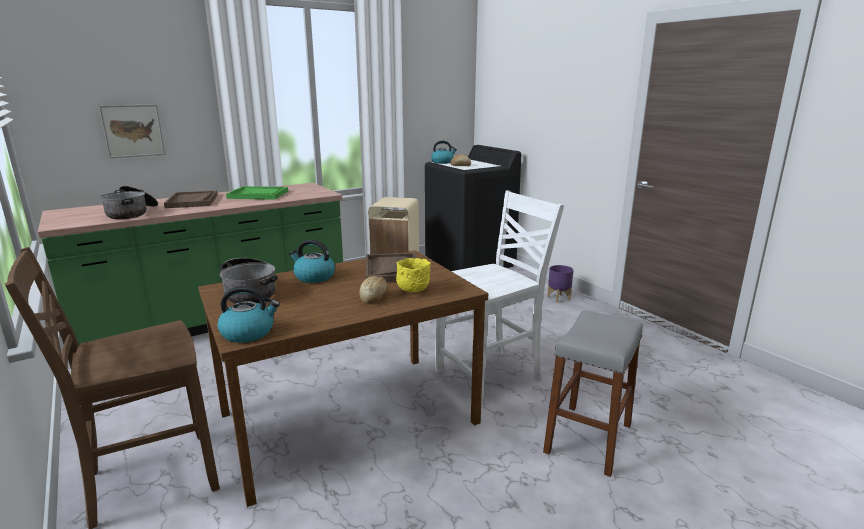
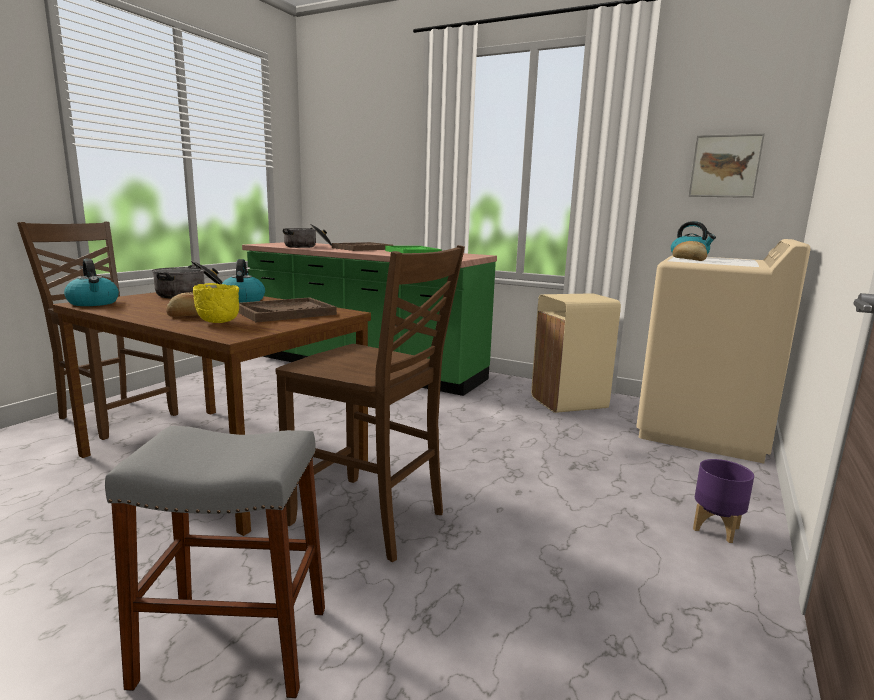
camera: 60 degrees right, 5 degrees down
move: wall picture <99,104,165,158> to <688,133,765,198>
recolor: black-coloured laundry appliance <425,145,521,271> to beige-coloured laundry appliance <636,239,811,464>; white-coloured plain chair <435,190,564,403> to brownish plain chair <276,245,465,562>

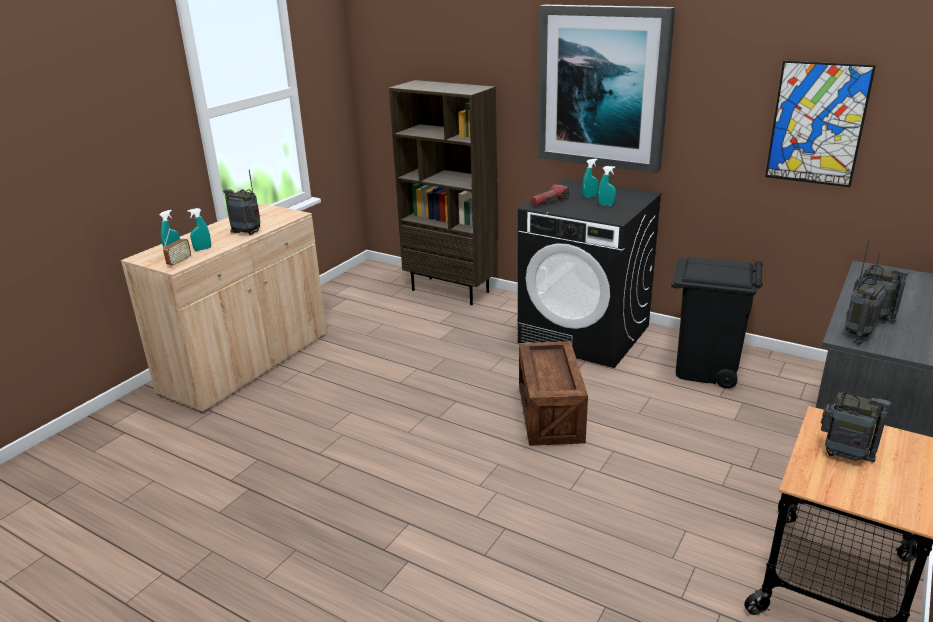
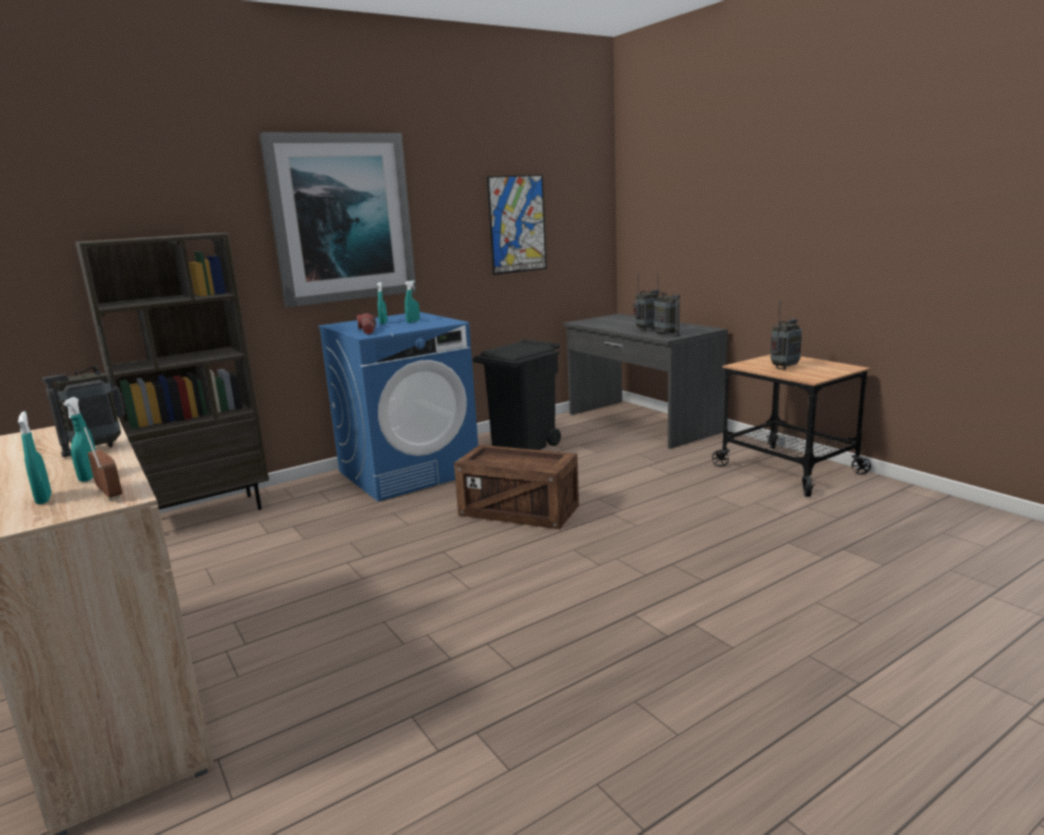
camera: 65 degrees left, 10 degrees down
recolor: black-coloured laundry appliance <518,179,662,368> to blue-coloured laundry appliance <318,312,478,501>

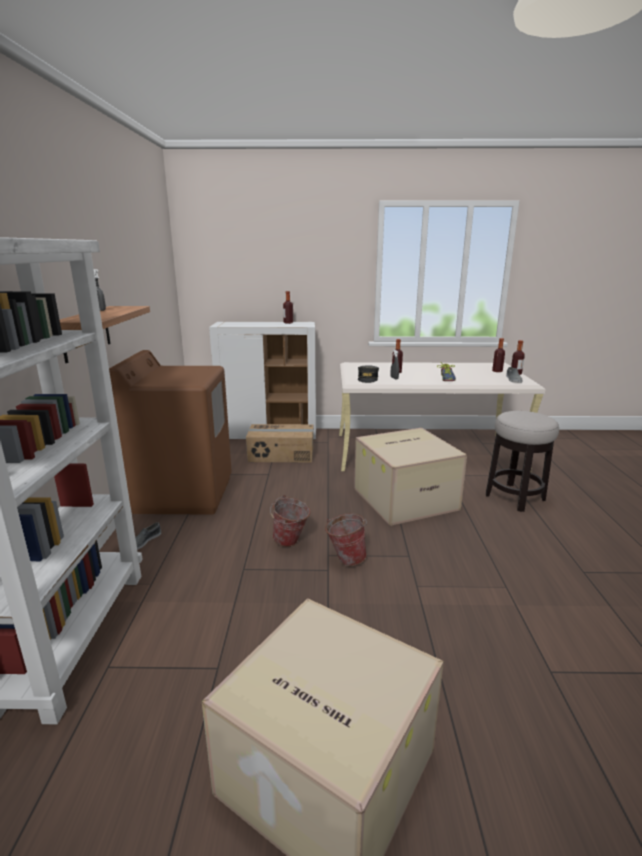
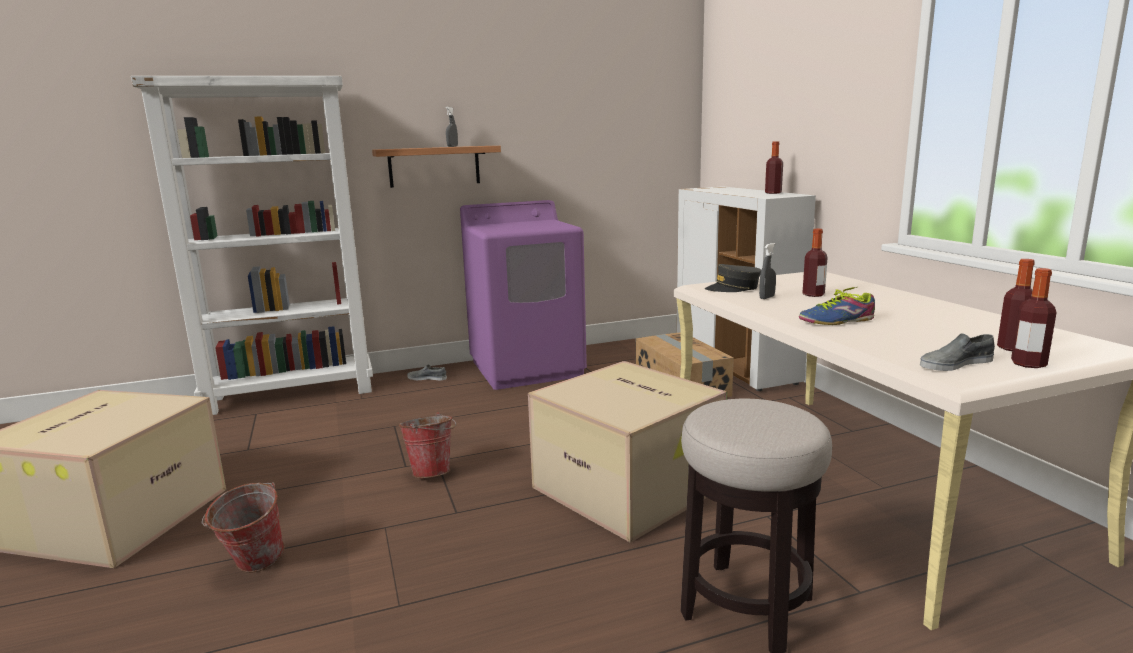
camera: 70 degrees right, 5 degrees down
move: water bucket <270,495,310,547> to <202,482,285,572>
recolor: brownish laundry appliance <109,350,232,515> to purple laundry appliance <460,200,587,390>

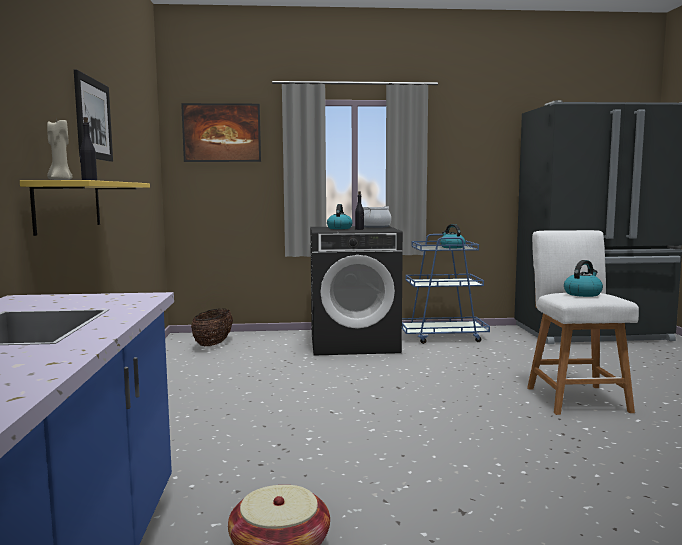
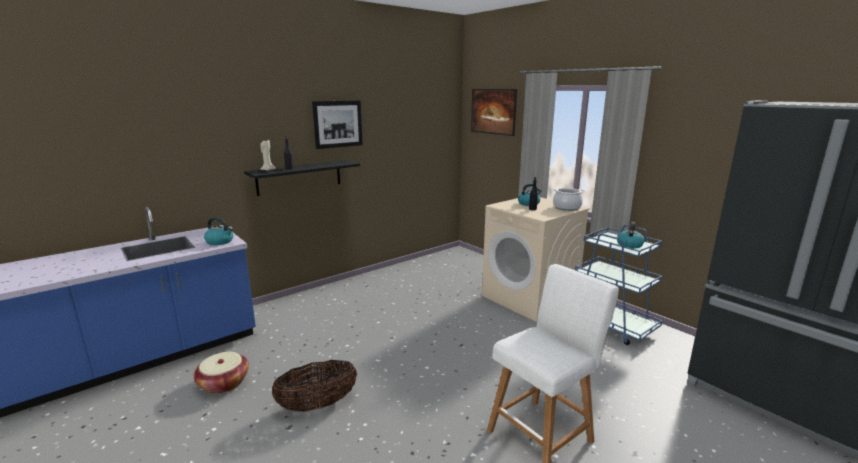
camera: 55 degrees right, 10 degrees up
move: water kettle <564,260,603,297> to <204,217,233,245>; storage basket <191,308,233,347> to <272,360,357,412>
recolor: yellow-coloured wall shelf <20,180,150,236> to black-coloured wall shelf <244,160,360,196>; black-coloured laundry appliance <310,226,403,355> to beige-coloured laundry appliance <482,197,590,322>

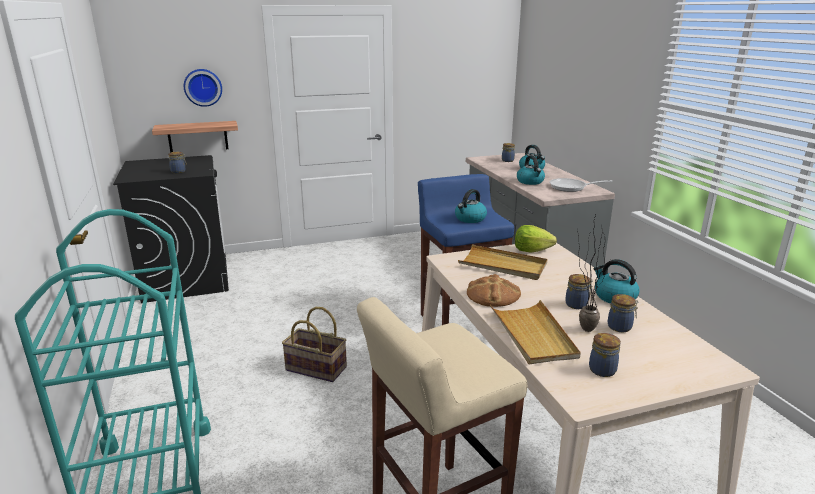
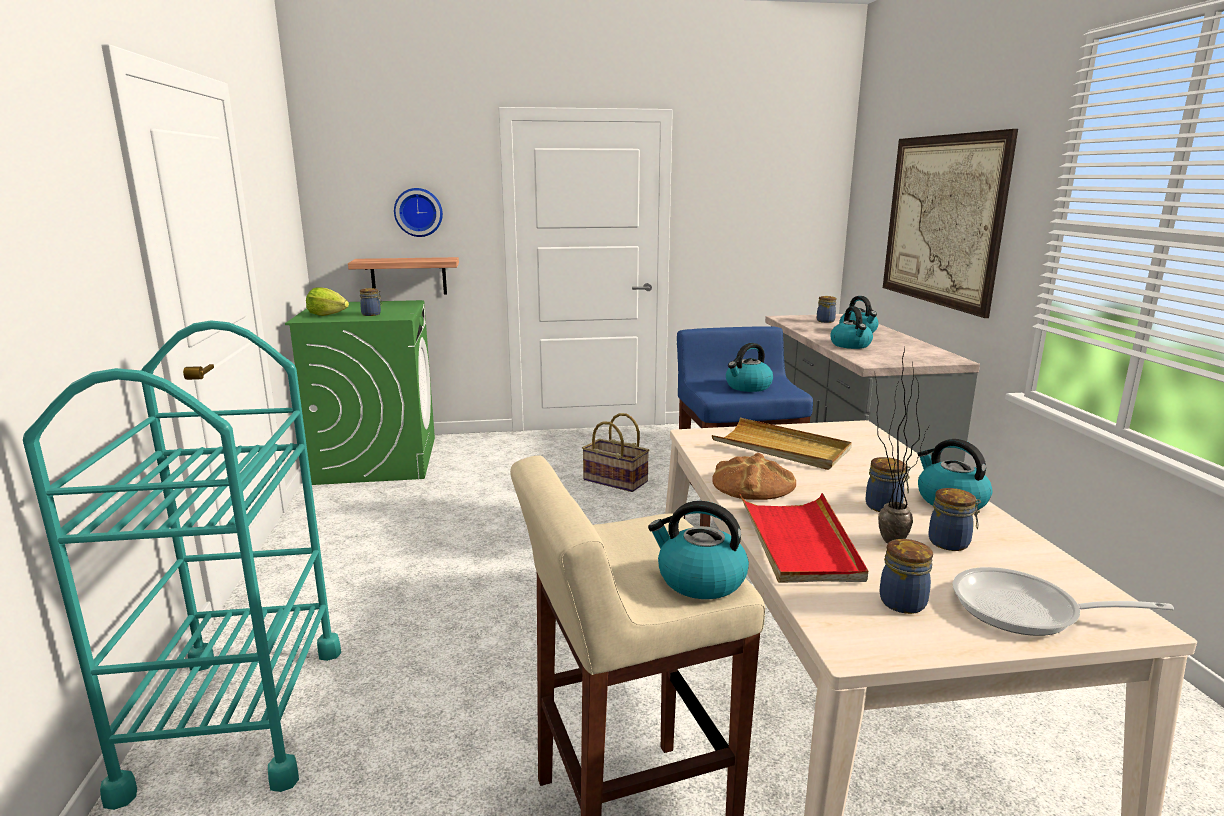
camera: 10 degrees right, 5 degrees down
insert: wall picture <883,129,1018,318>; water kettle <648,501,749,599>
move: frying pan <549,178,612,192> to <953,567,1174,636>; lettuce <515,225,557,253> to <306,287,349,316>; storage basket <282,307,347,382> to <582,413,650,492>
recolor: black-coloured laundry appliance <113,155,229,303> to green-coloured laundry appliance <285,300,435,485>; beige-coloured tray <490,300,581,364> to reddish tray <740,493,868,583>

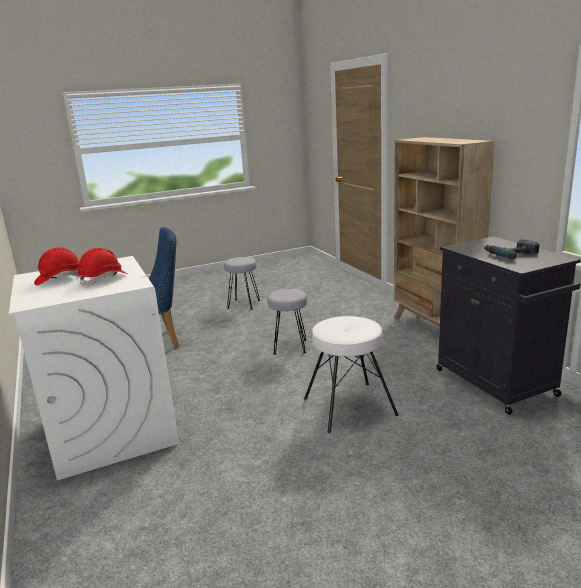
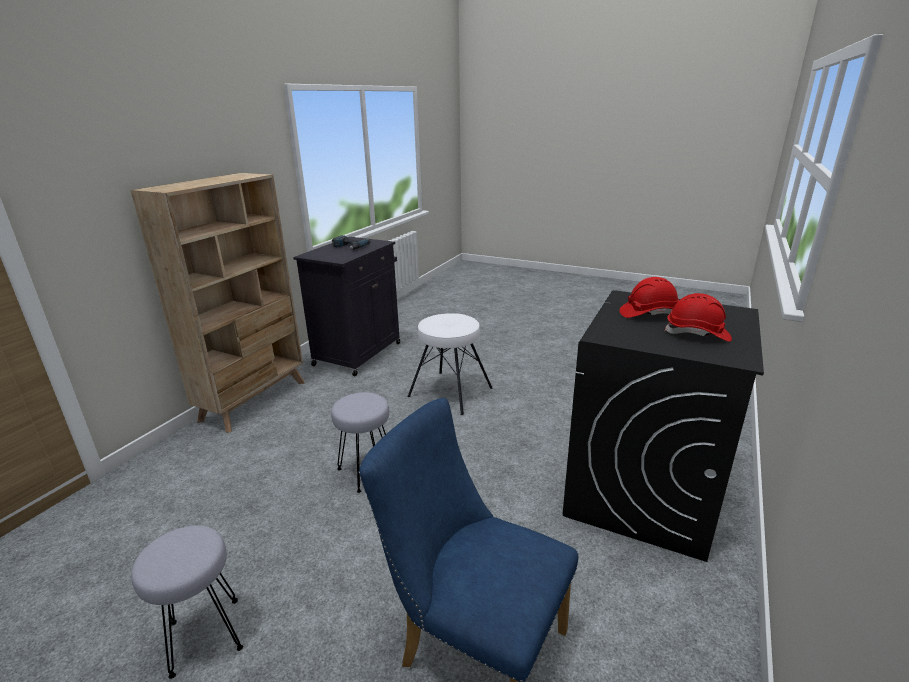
camera: 130 degrees left, 5 degrees up
recolor: white-coloured laundry appliance <9,256,179,480> to black-coloured laundry appliance <563,290,764,562>

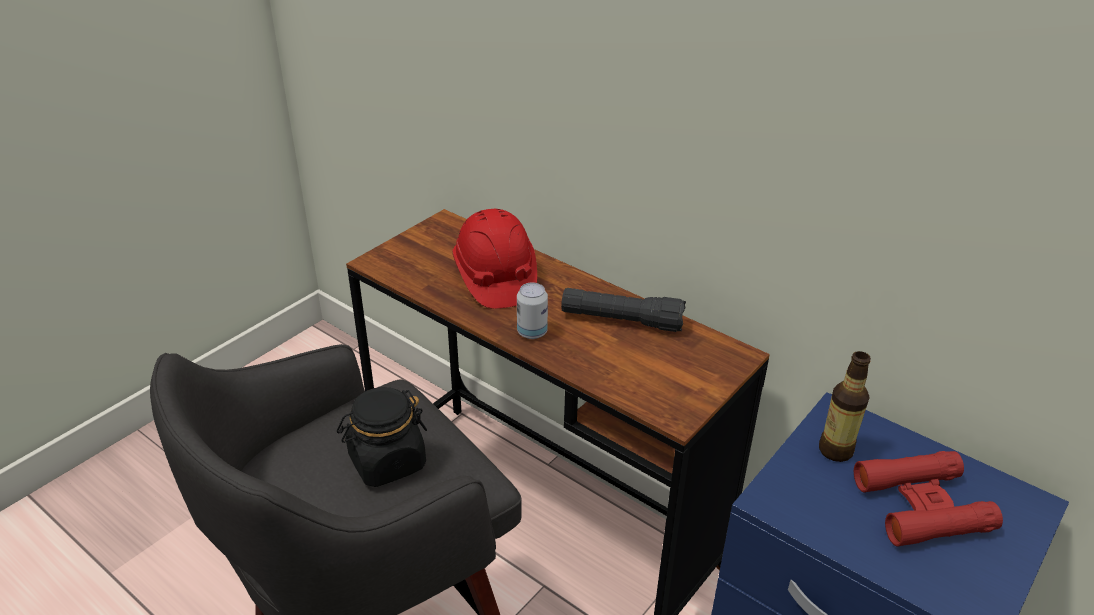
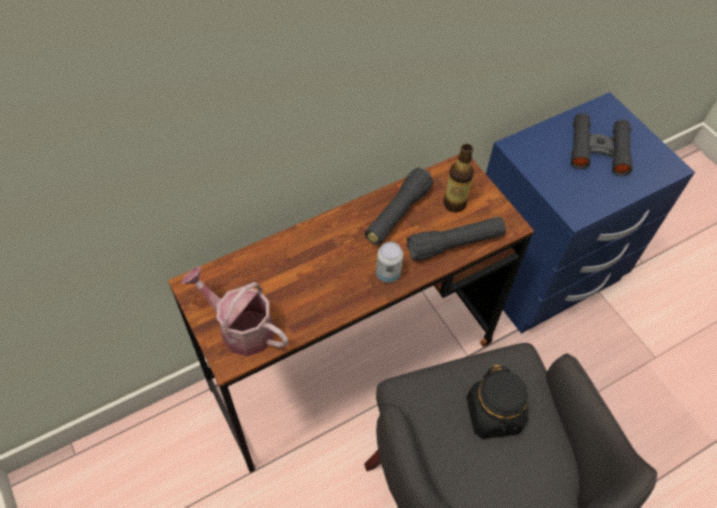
camera: 70 degrees left, 20 degrees up
delete: reddish hard hat <453,209,537,309>
insert: black-coloured flashlight <407,217,506,261>; watering pot <182,266,288,356>
move: bottle <819,351,871,462> to <443,144,474,212>
recolor: reddish binoculars <854,451,1003,547> to black-coloured binoculars <571,113,632,176>

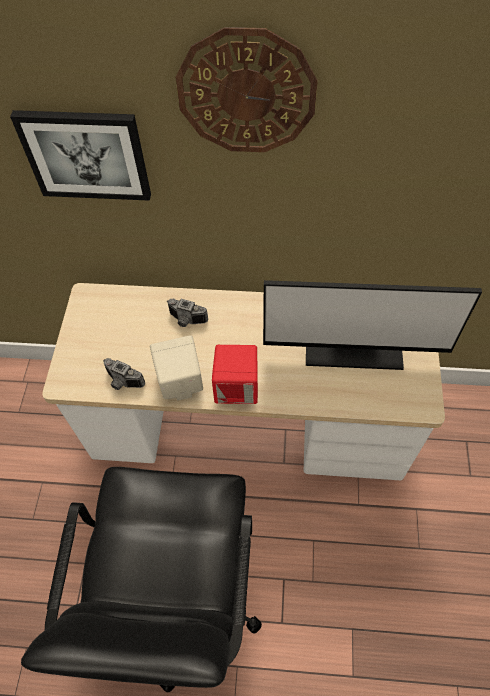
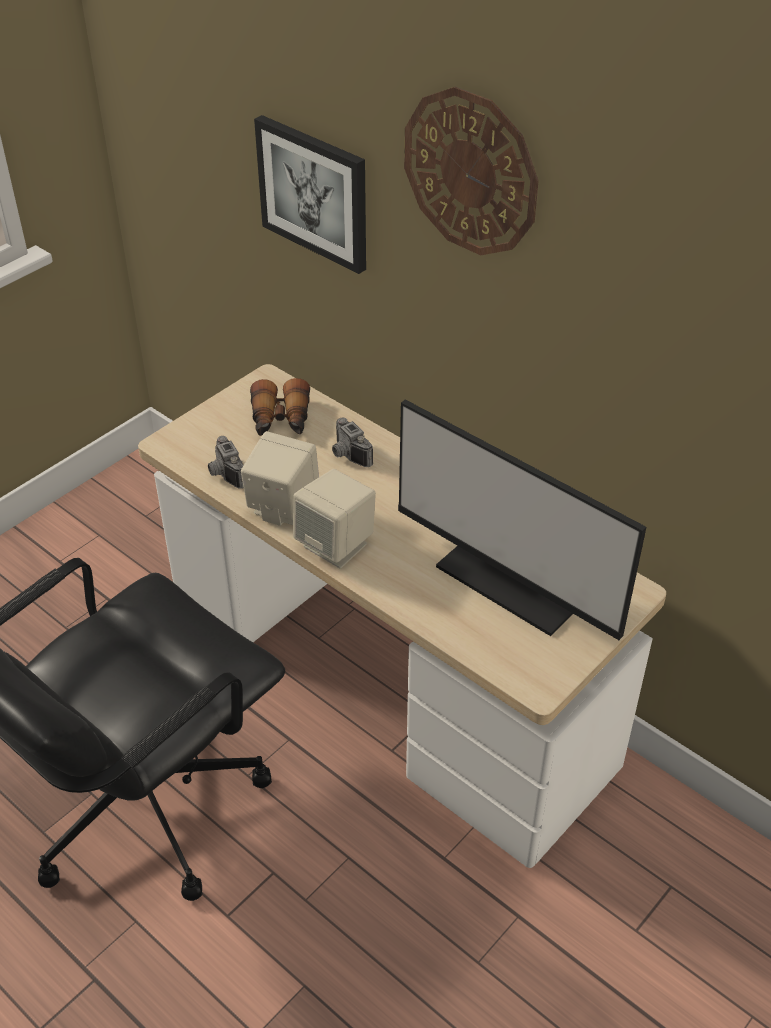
camera: 35 degrees right, 15 degrees down
insert: binoculars <250,378,310,436>
recolor: reddish loudspeaker <212,345,258,404> to beige-coloured loudspeaker <293,469,376,568>

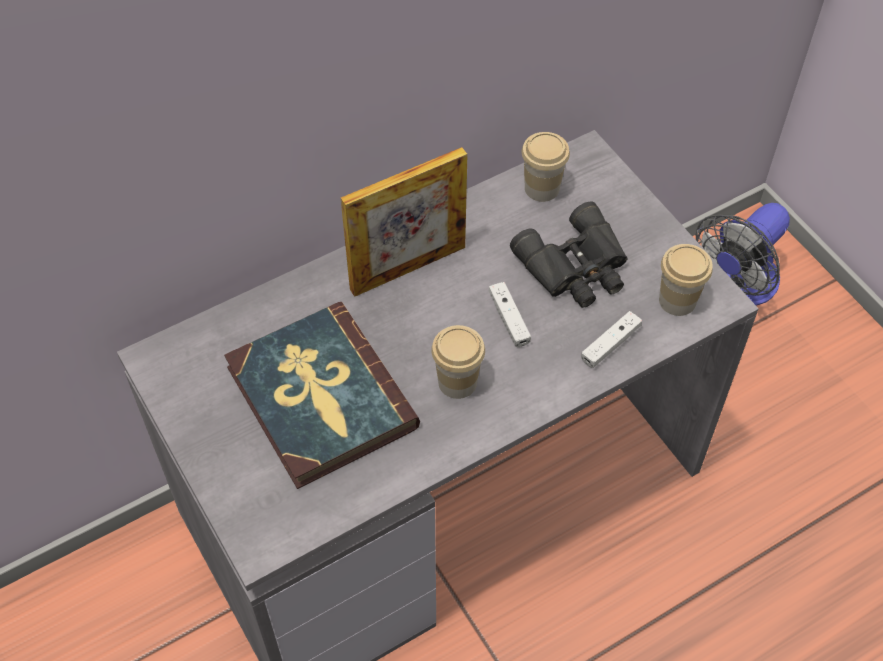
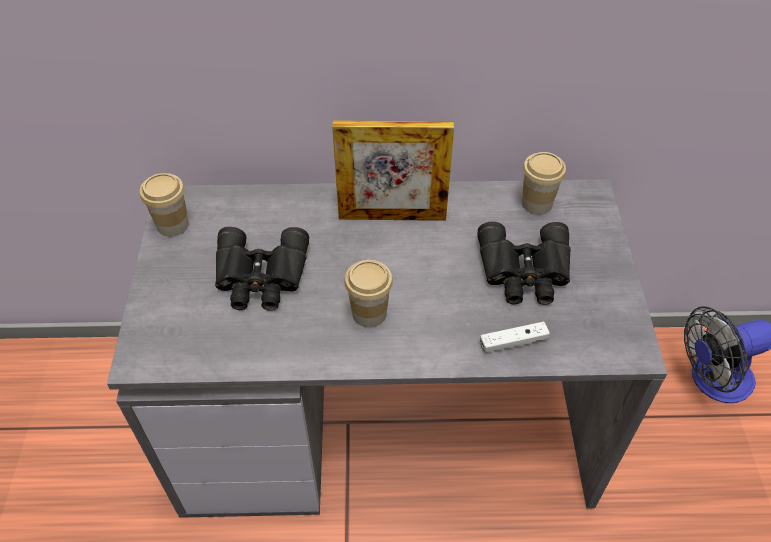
camera: 30 degrees right, 5 degrees down
delete: white-coloured gamepad <489,282,531,347>
move: small cup <659,244,713,316> to <140,173,189,237>
replace: bound book <224,302,420,489> to black-coloured binoculars <215,227,309,311>

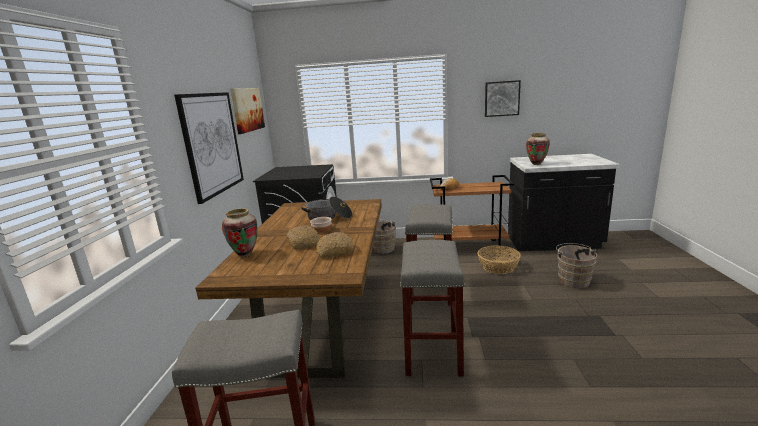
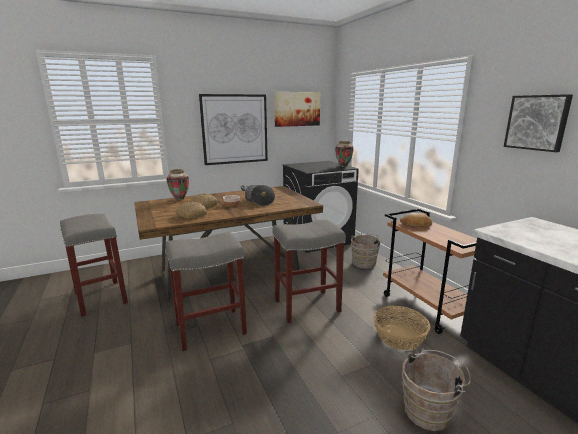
camera: 60 degrees right, 0 degrees up
move: flower vase <526,133,550,165> to <335,141,354,167>

